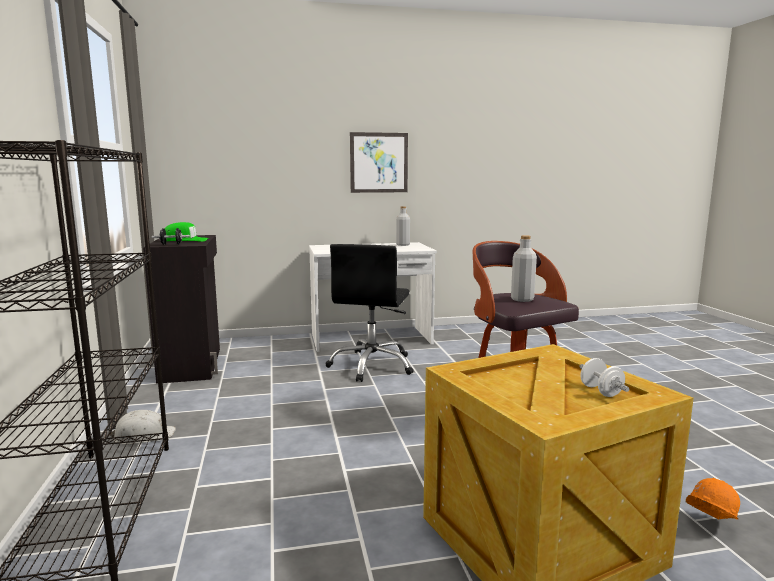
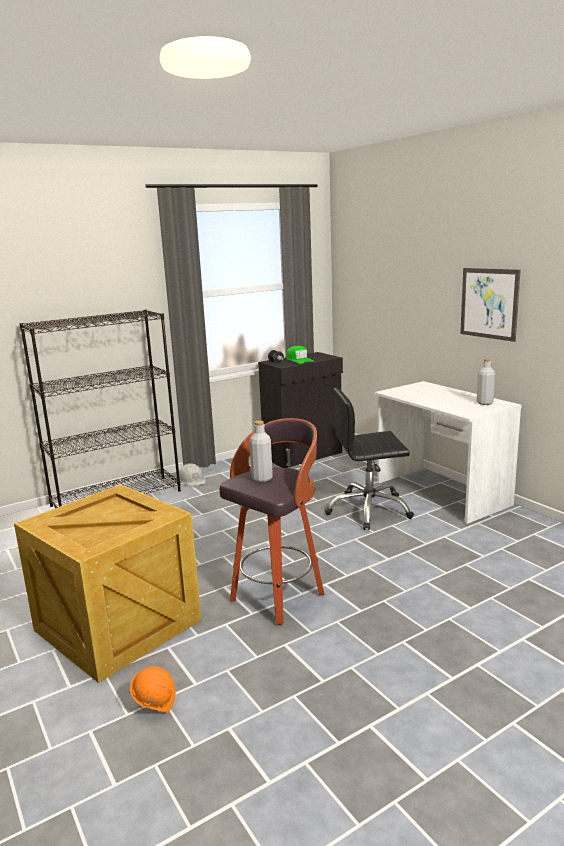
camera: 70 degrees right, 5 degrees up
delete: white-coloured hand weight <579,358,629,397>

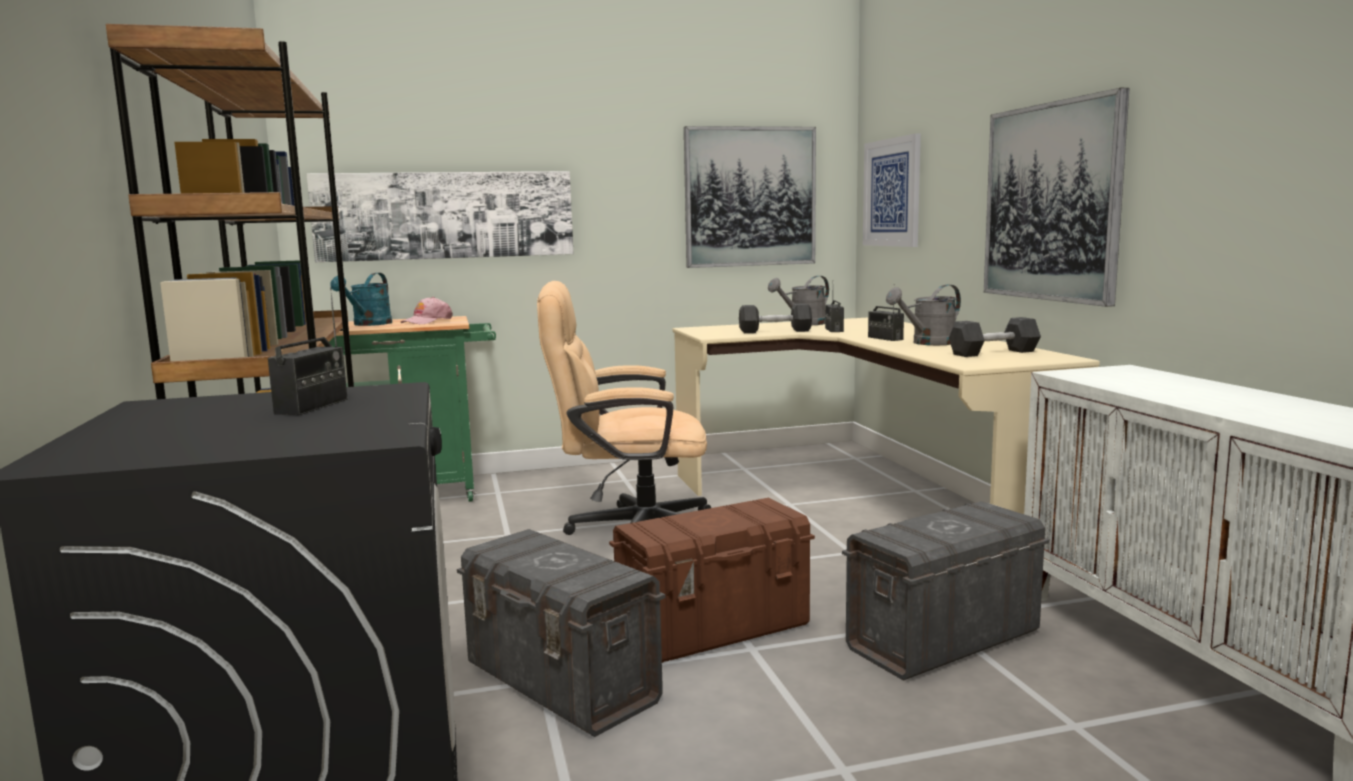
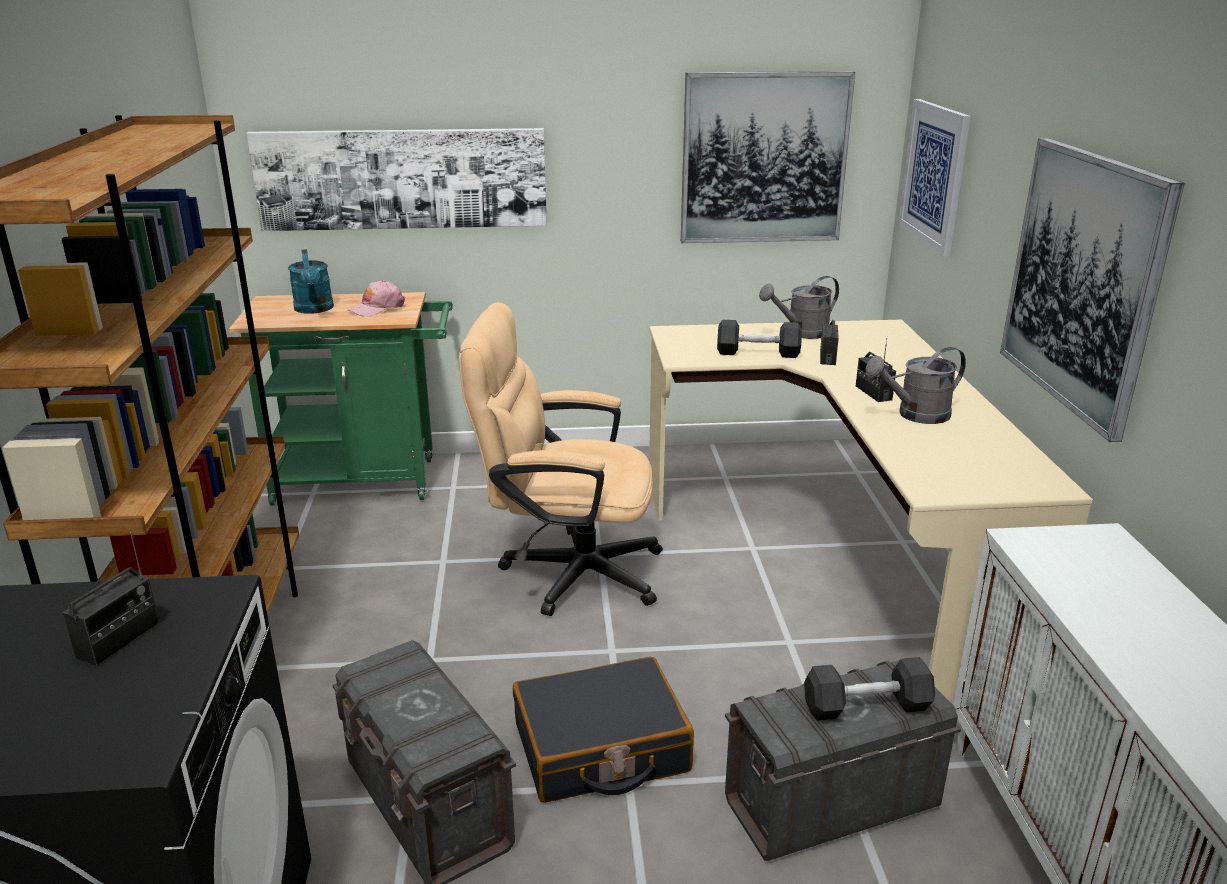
camera: 10 degrees right, 15 degrees up
move: grey hand weight <949,317,1041,357> to <804,657,935,721>
replace: brownish storage box <609,498,815,663> to black-coloured suitcase <513,657,694,803>
rotate: turquoise watering pot <331,273,392,326> = <288,249,334,314> 45 degrees counterclockwise

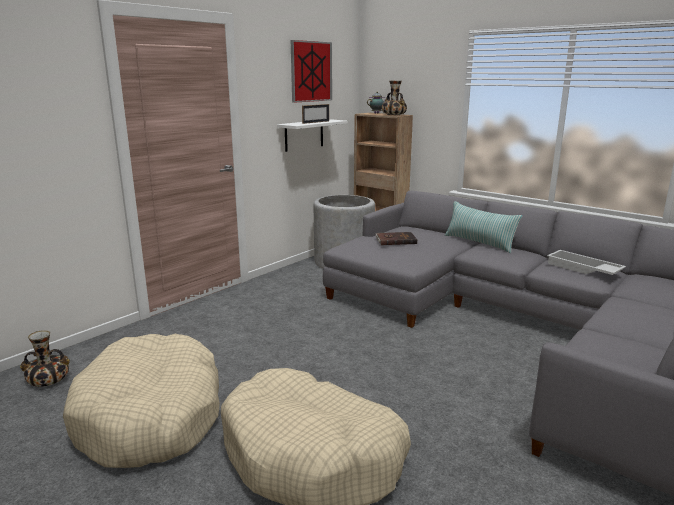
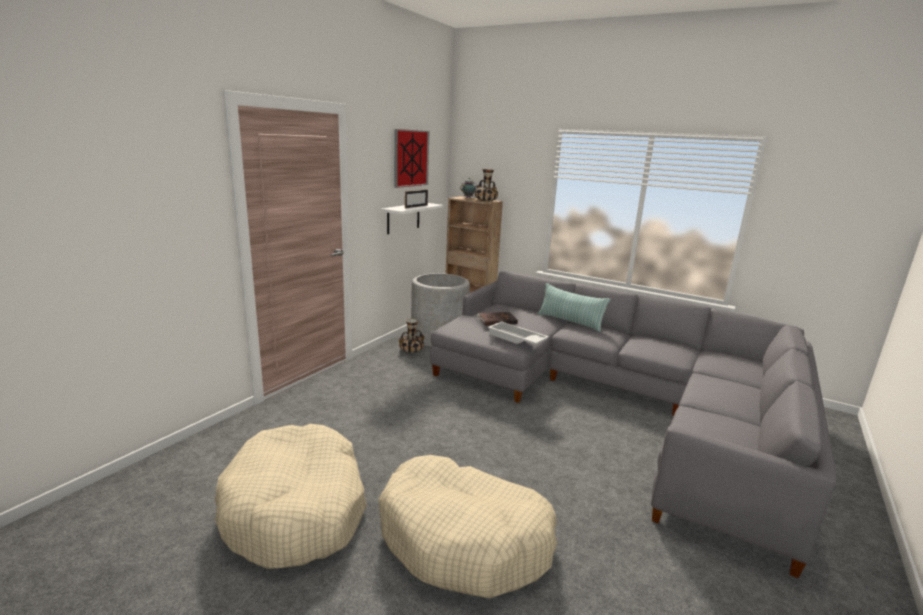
camera: 10 degrees left, 0 degrees up
move: white-coloured tray <547,250,626,275> to <488,321,549,345>; flower vase <20,330,70,387> to <399,319,425,353>

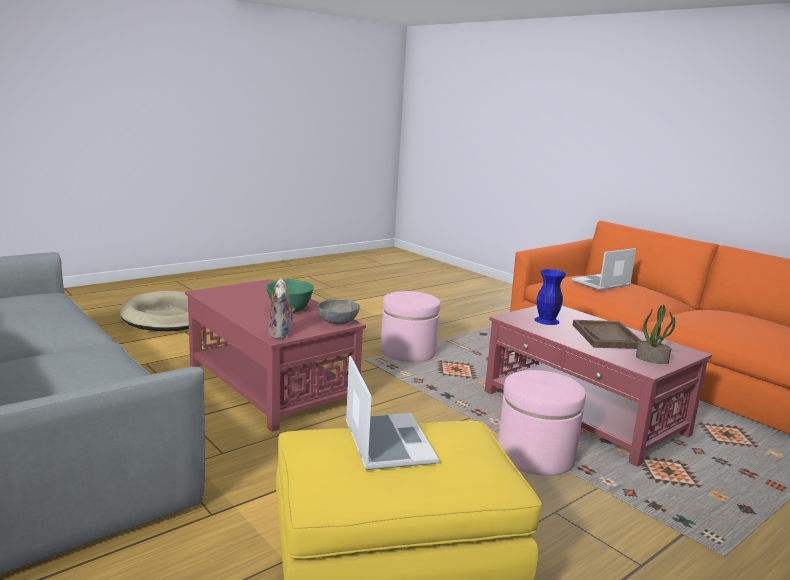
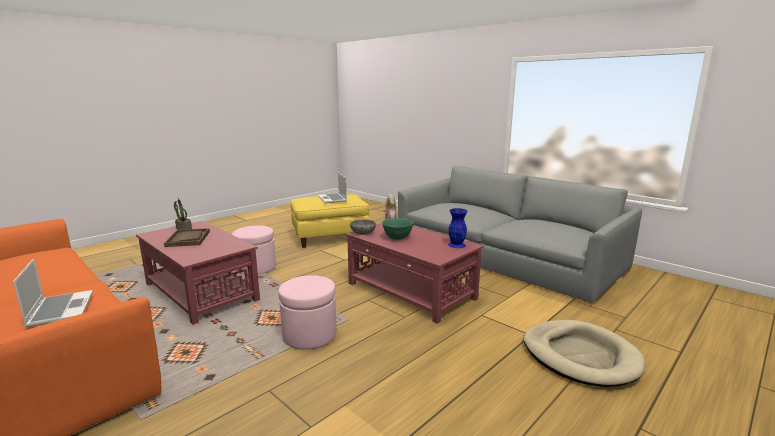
camera: 175 degrees right, 0 degrees up
move: blue-coloured flower vase <534,269,566,325> to <448,208,468,248>
rotate: portable computer <572,248,636,290> = <13,259,93,327> 75 degrees counterclockwise

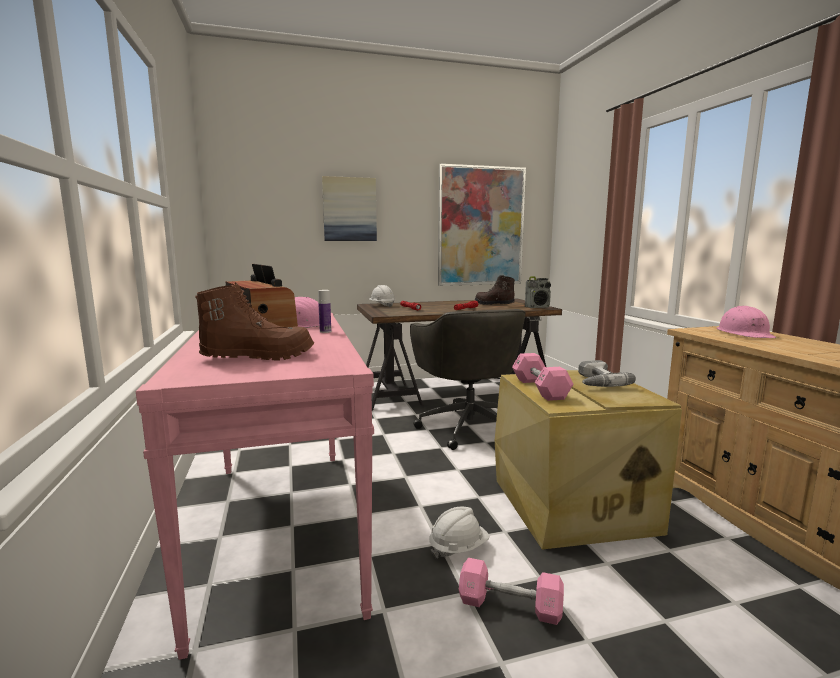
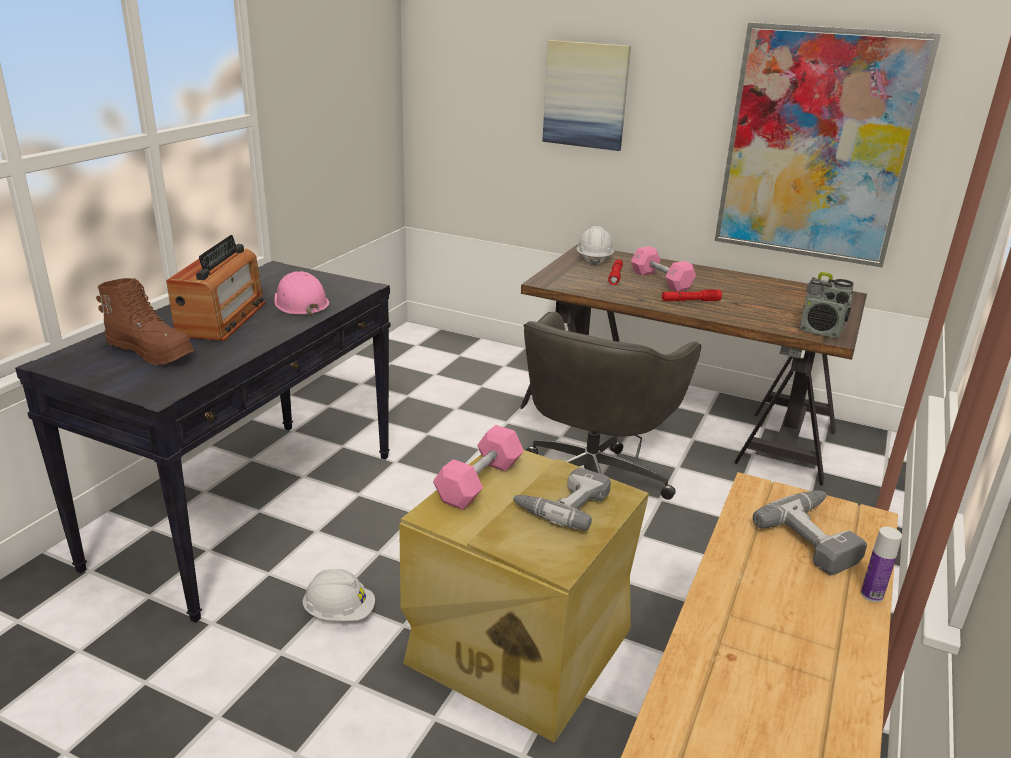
camera: 40 degrees right, 15 degrees up
delete: brownish tall boot <475,276,515,305>
move: bottle <318,290,331,333> to <861,527,902,602>; pink-coloured hand weight <459,558,564,625> to <631,246,696,292>
replace: pink-coloured hard hat <717,306,776,338> to electric drill <753,490,867,575>
recolor: pink-coloured narrow table <136,313,374,660> to black-coloured narrow table <15,261,390,623>

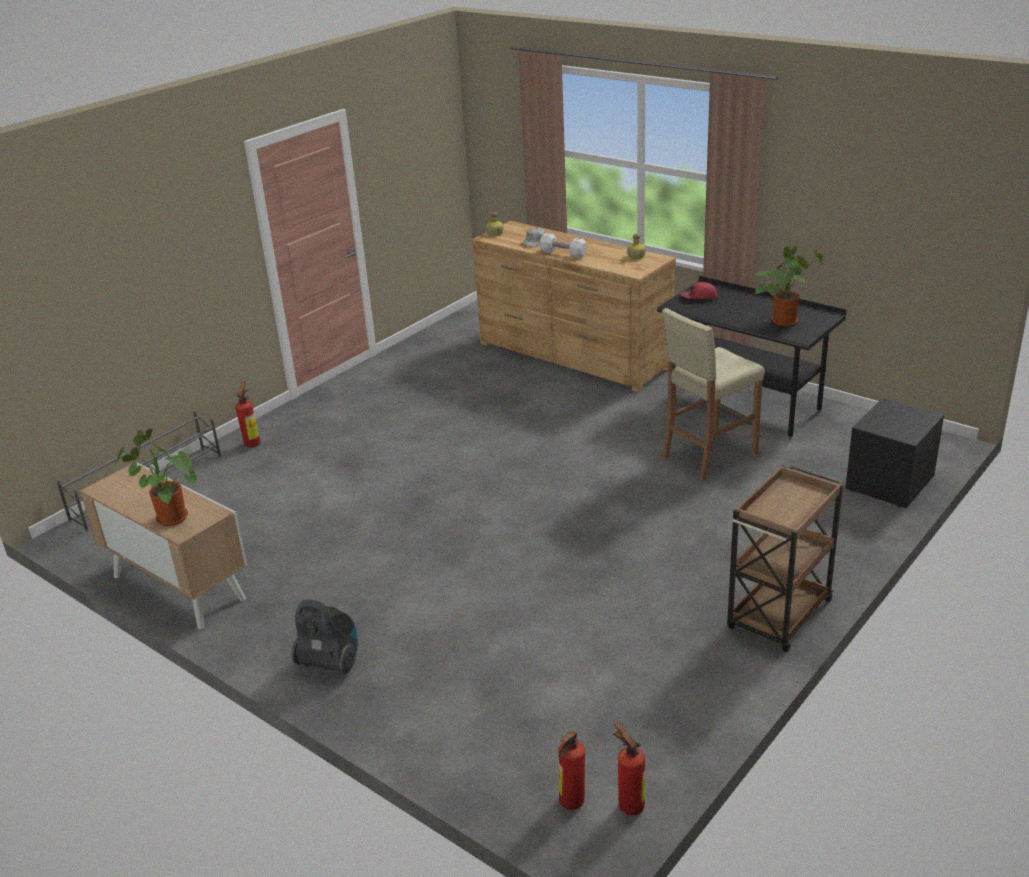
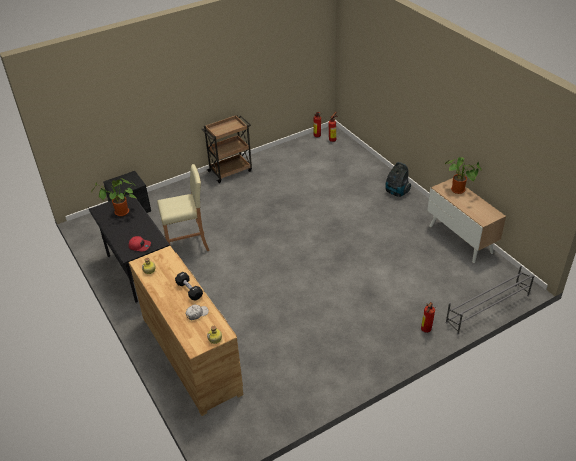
camera: 160 degrees left, 10 degrees up
recolor: white-coloured hand weight <539,233,587,258> to black-coloured hand weight <175,272,203,301>

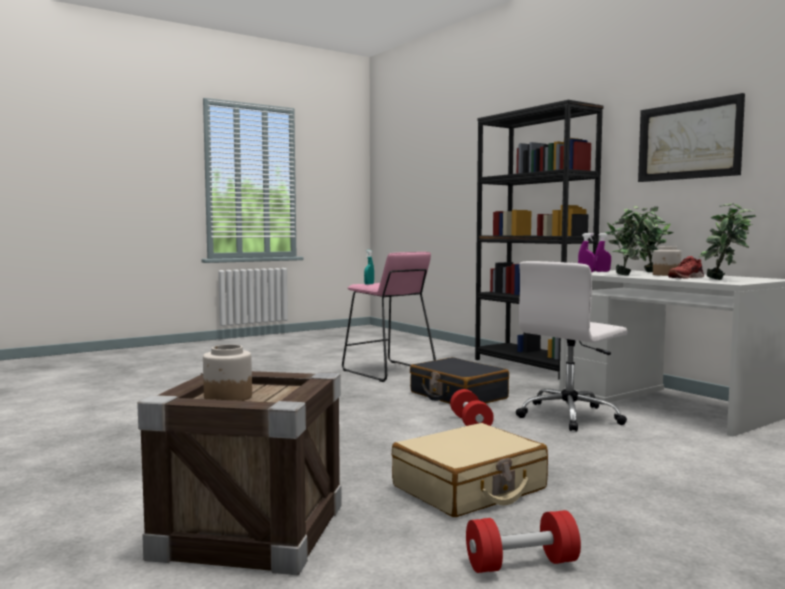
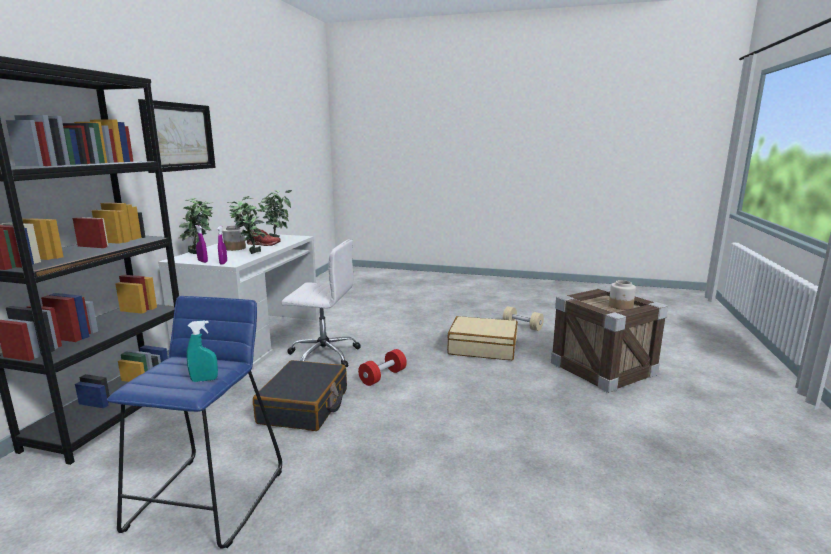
camera: 130 degrees left, 10 degrees up
recolor: pink-coloured sitting stool <342,252,436,382> to blue-coloured sitting stool <107,296,282,549>; reddish hand weight <466,510,581,573> to beige-coloured hand weight <503,306,544,331>

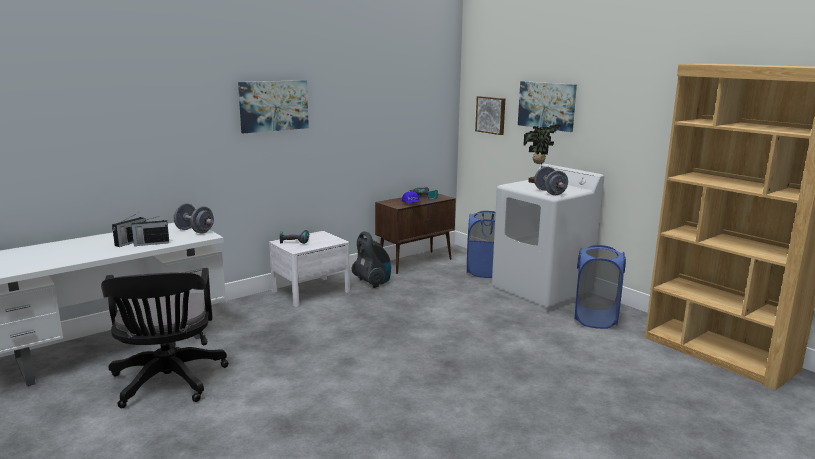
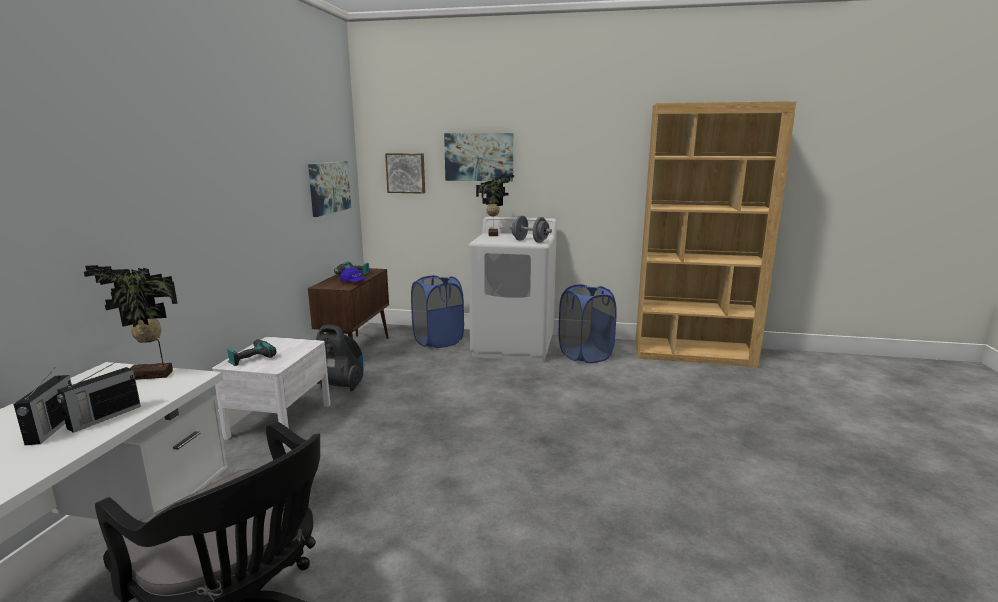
camera: 40 degrees left, 0 degrees up
move: wall picture <238,80,309,133> to <308,161,351,217>
replace: grey hand weight <173,203,214,234> to plant in a pot <84,265,177,380>

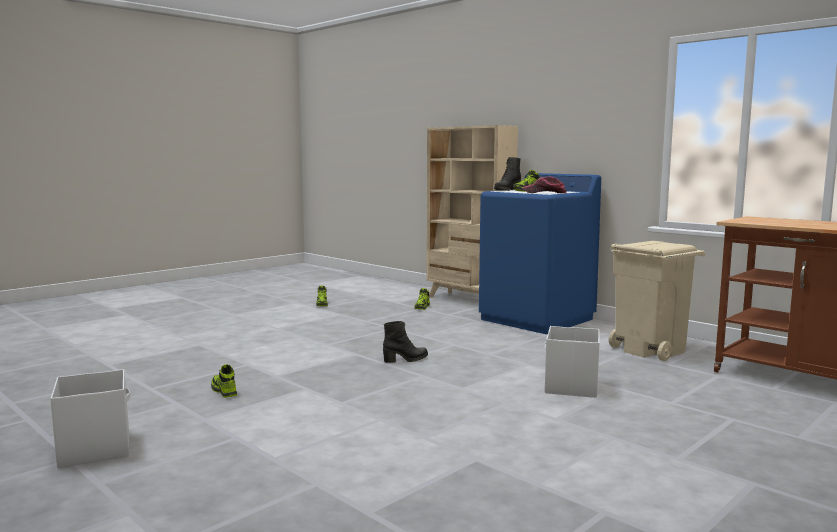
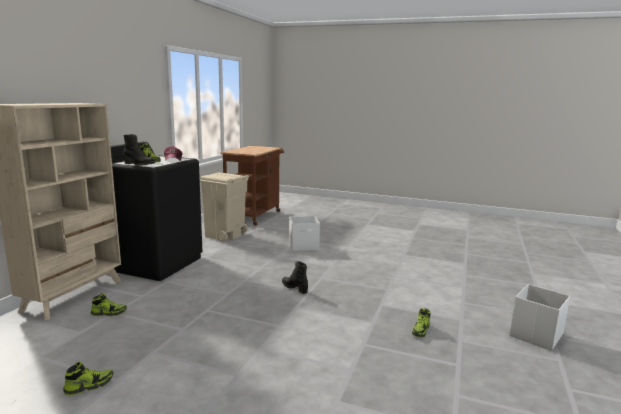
camera: 115 degrees left, 5 degrees up
recolor: blue-coloured laundry appliance <479,173,601,334> to black-coloured laundry appliance <110,142,202,281>

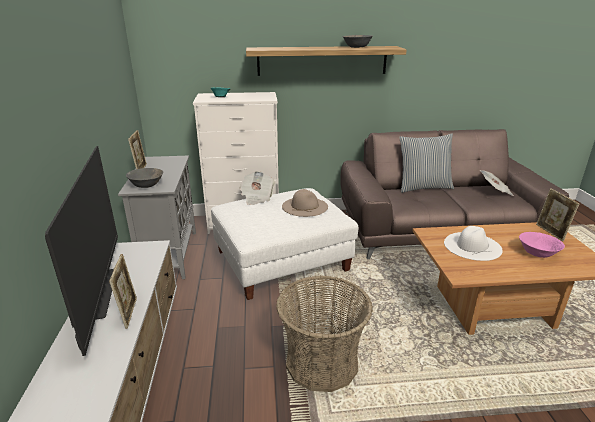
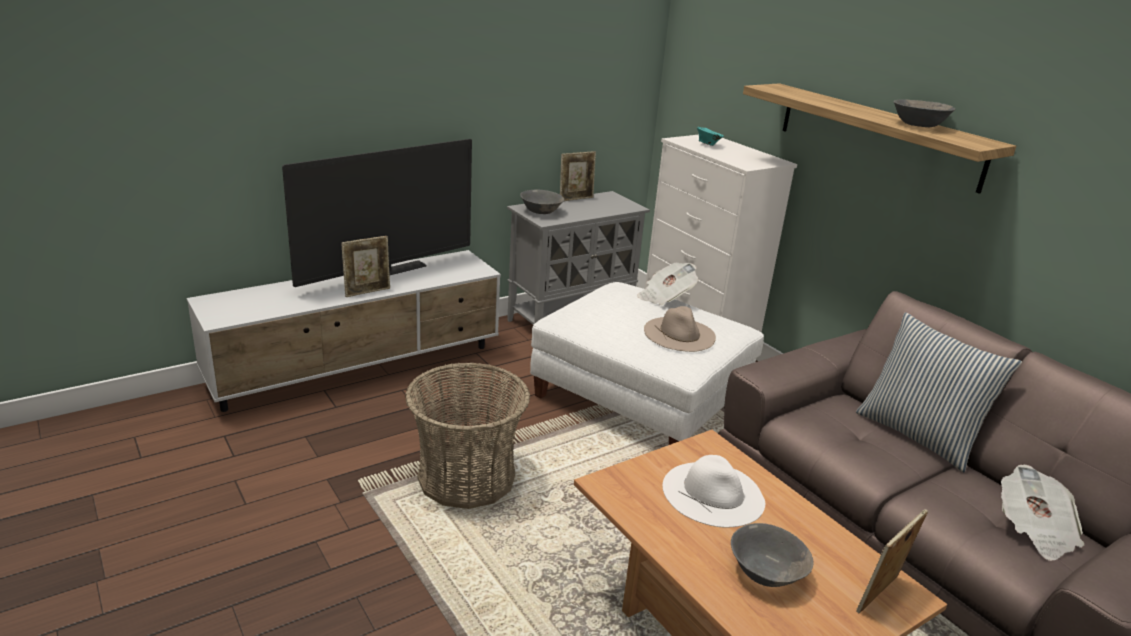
camera: 60 degrees right, 0 degrees up
recolor: pink-coloured serving bowl <519,232,565,258> to grey serving bowl <731,523,814,587>

